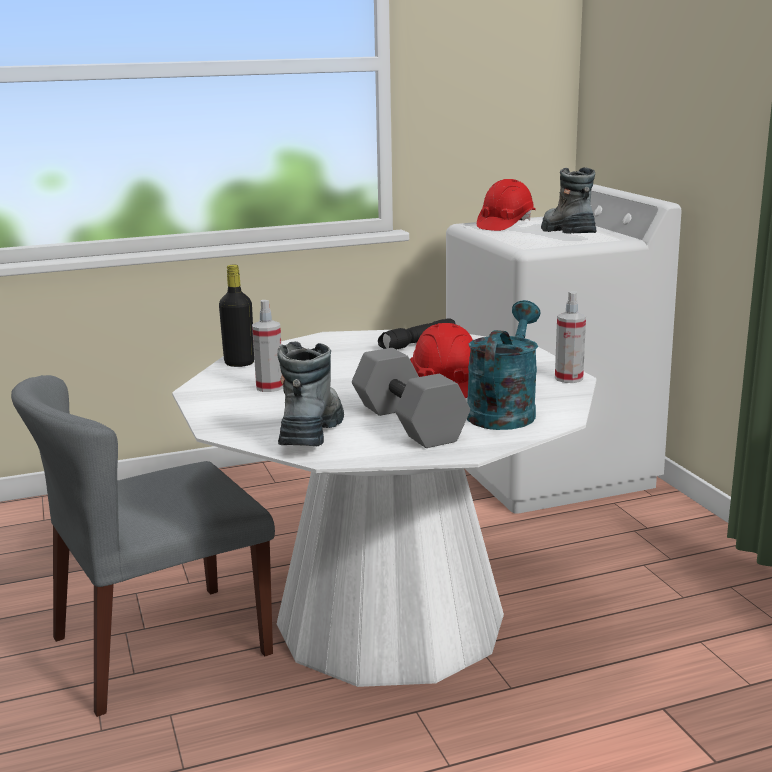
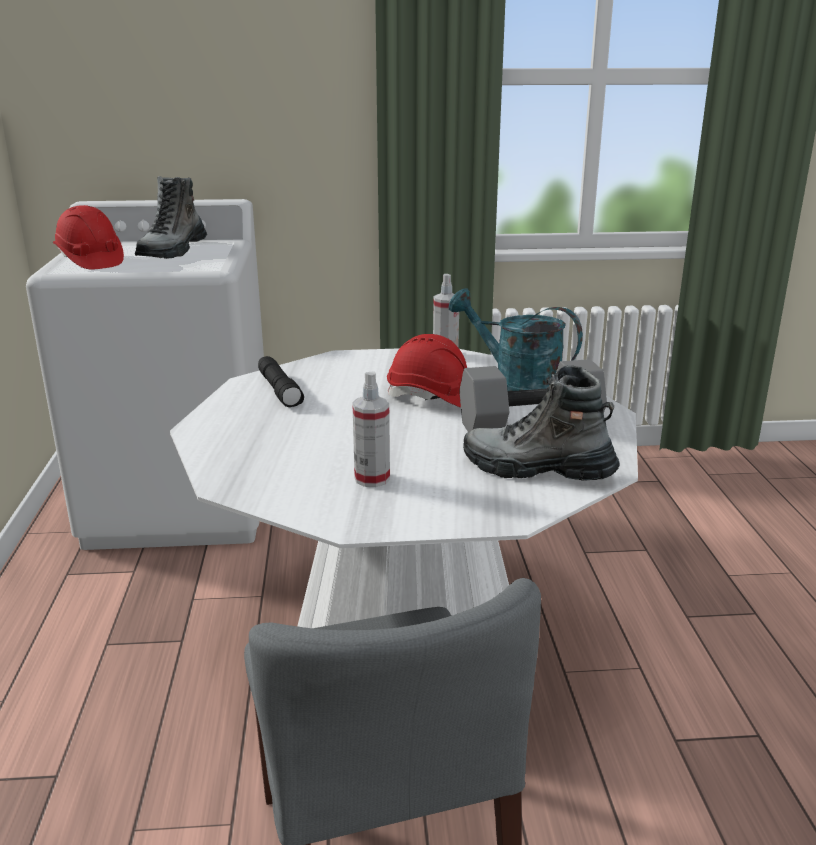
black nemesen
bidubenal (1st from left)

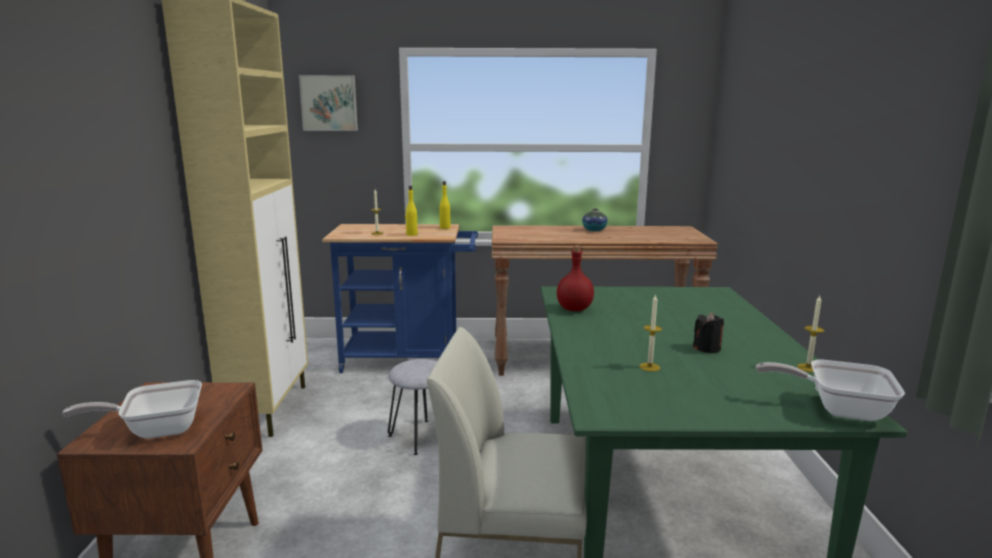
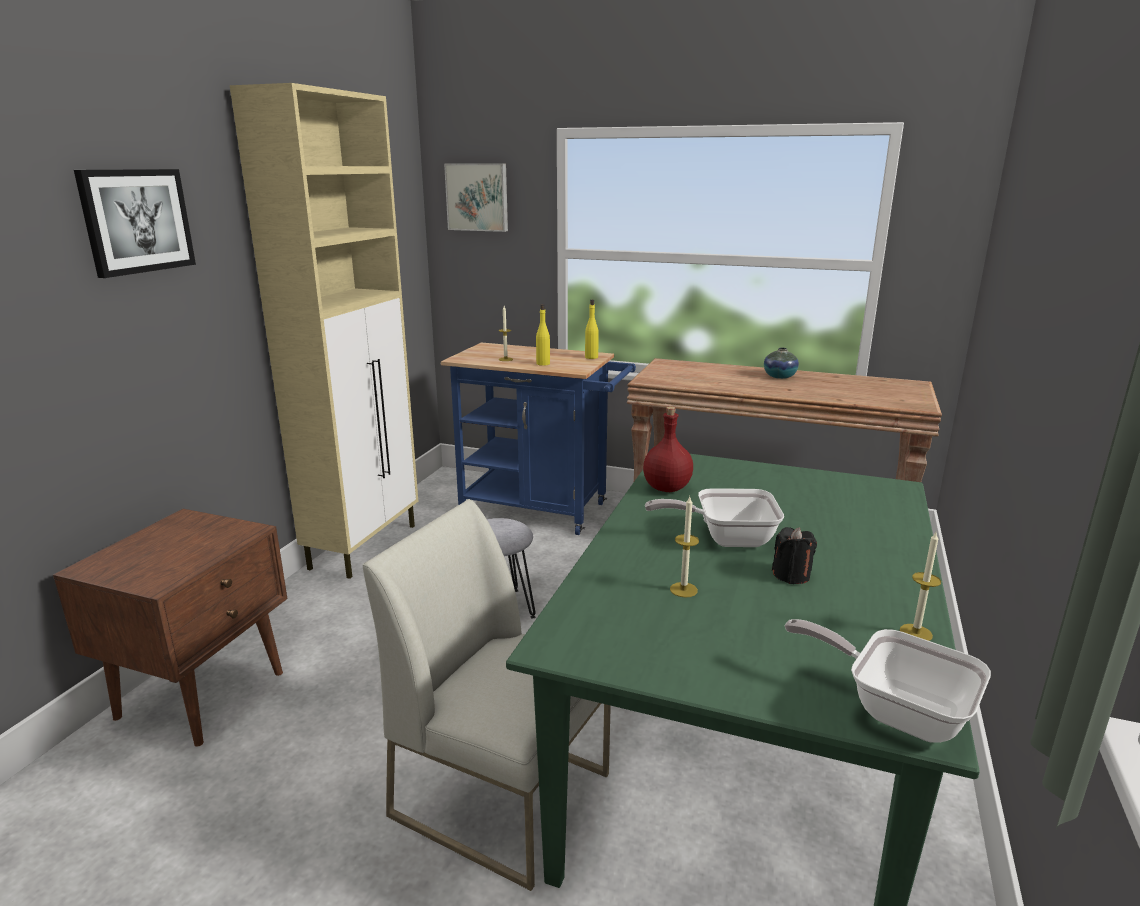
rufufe (1st from left)
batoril (1st from left)

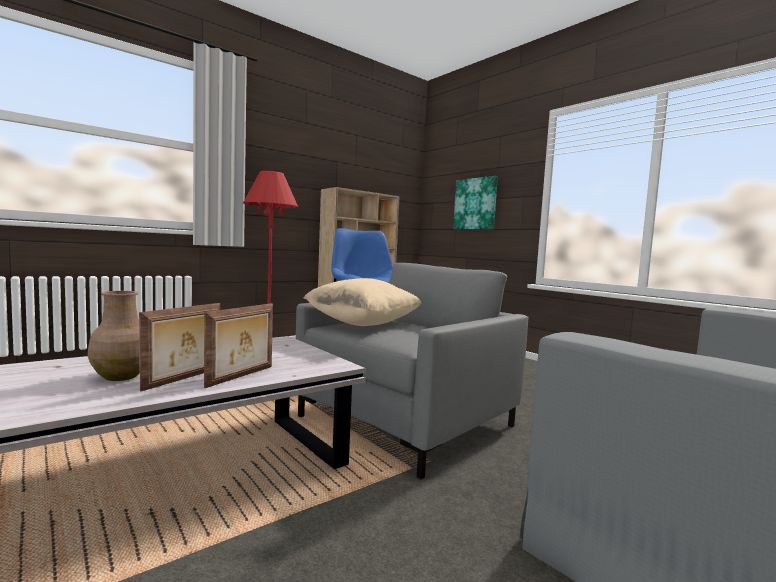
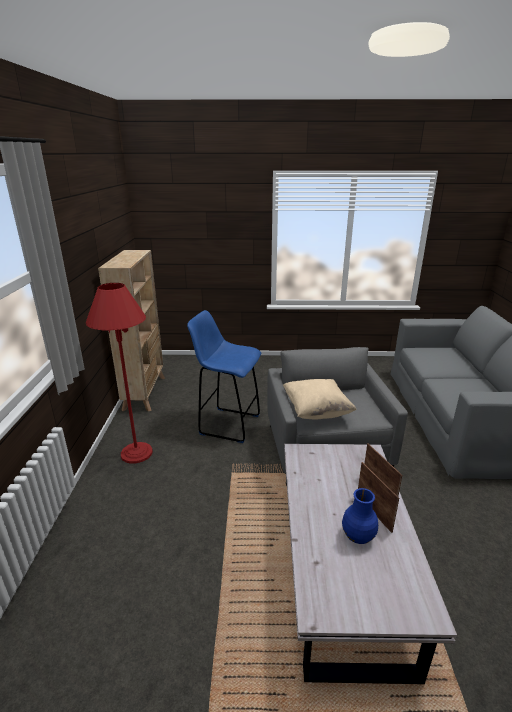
rufufe
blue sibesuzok

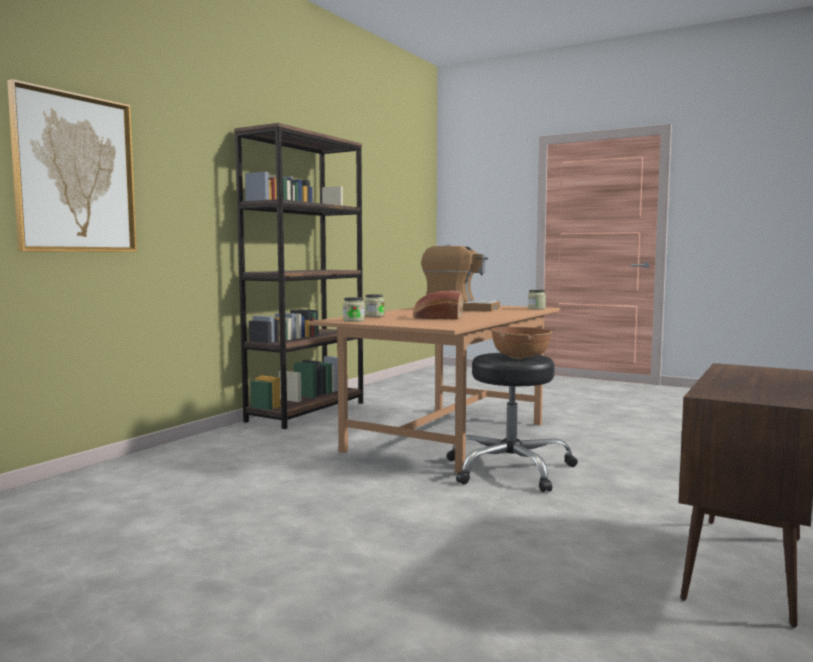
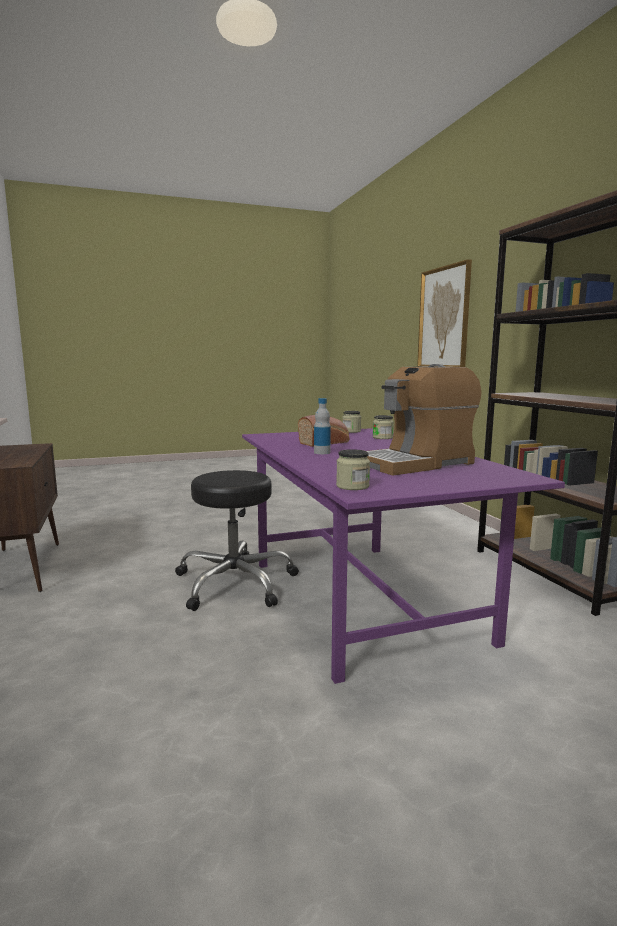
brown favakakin
nemesen
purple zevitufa

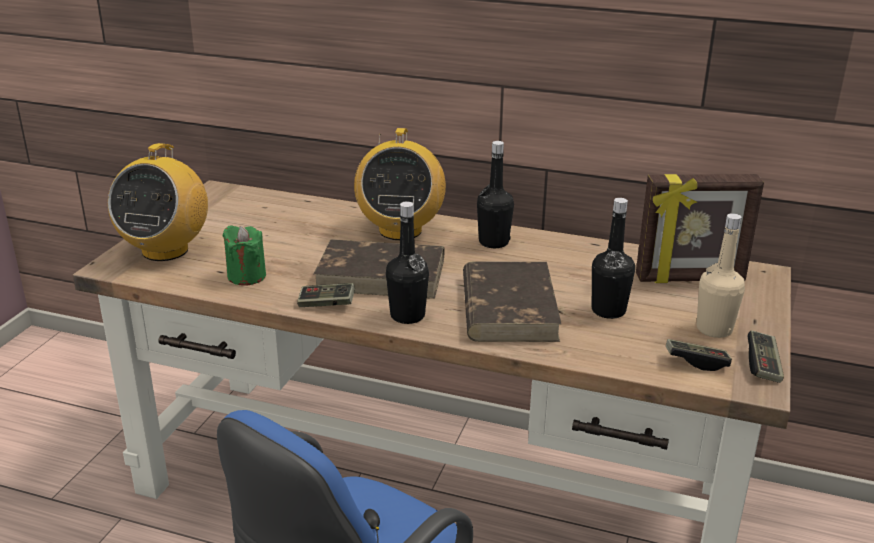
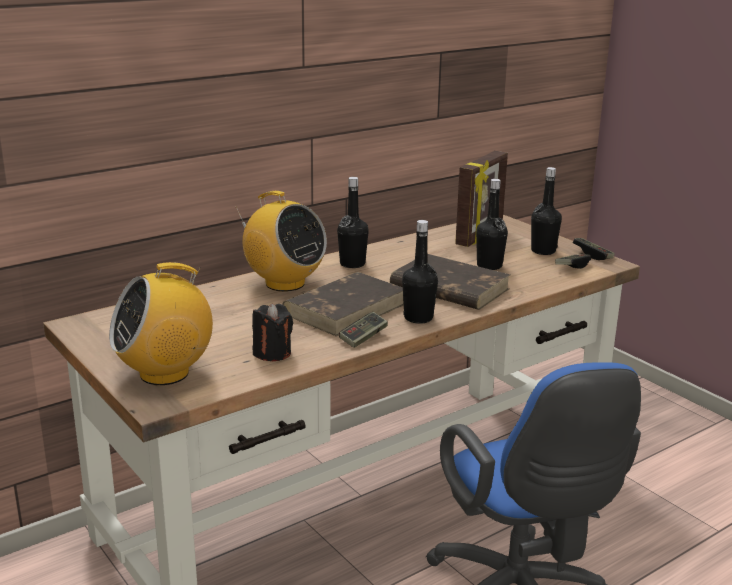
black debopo
black nemesen (4th from left)
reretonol (1st from left)

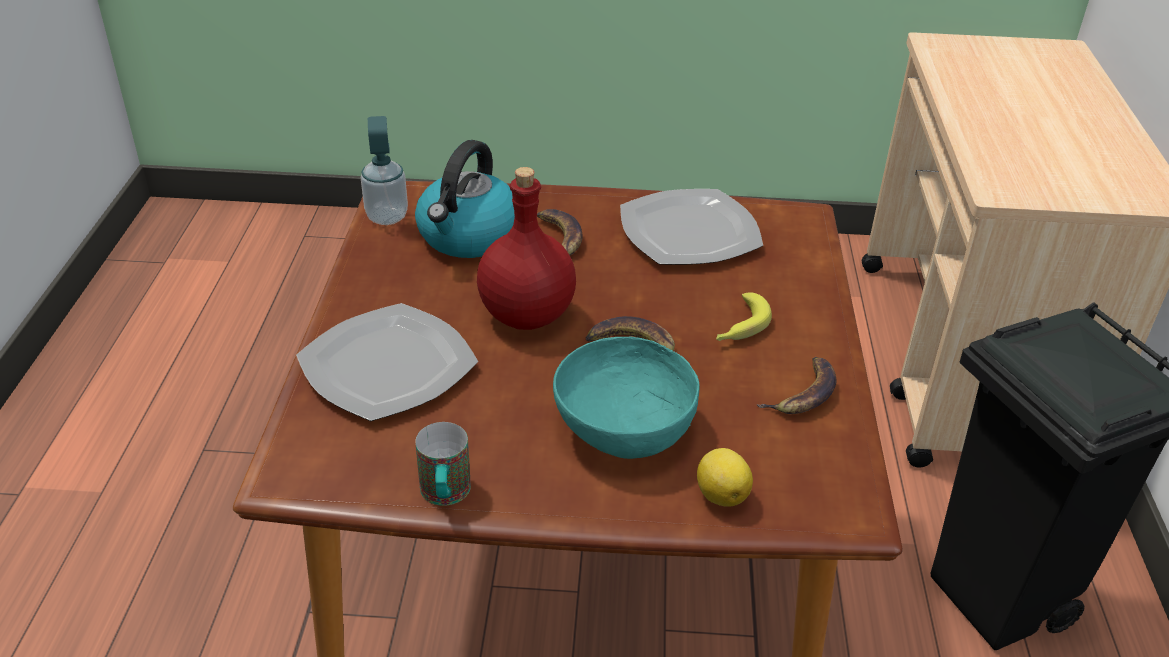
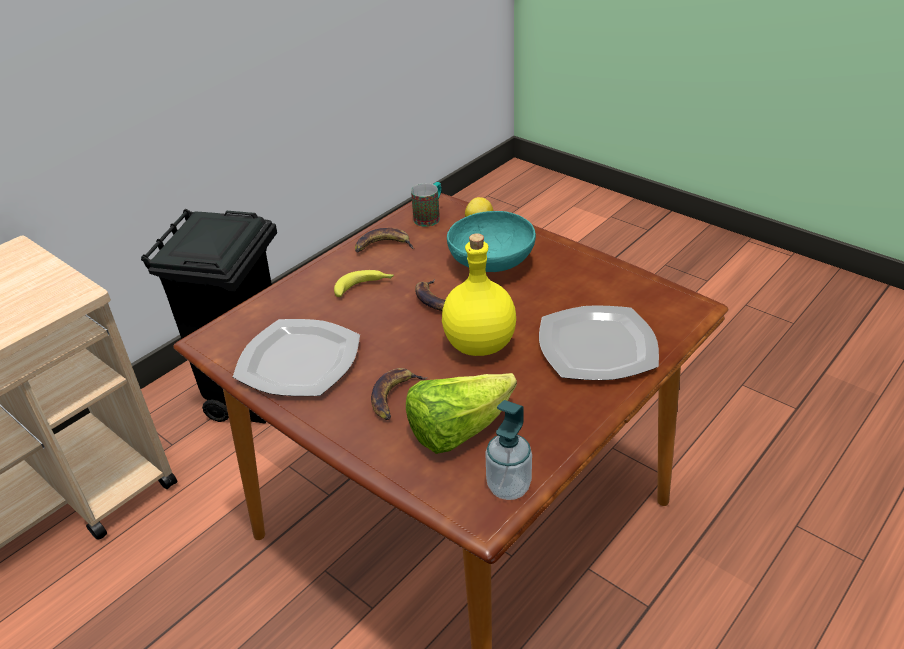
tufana
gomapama
yellow nemesen

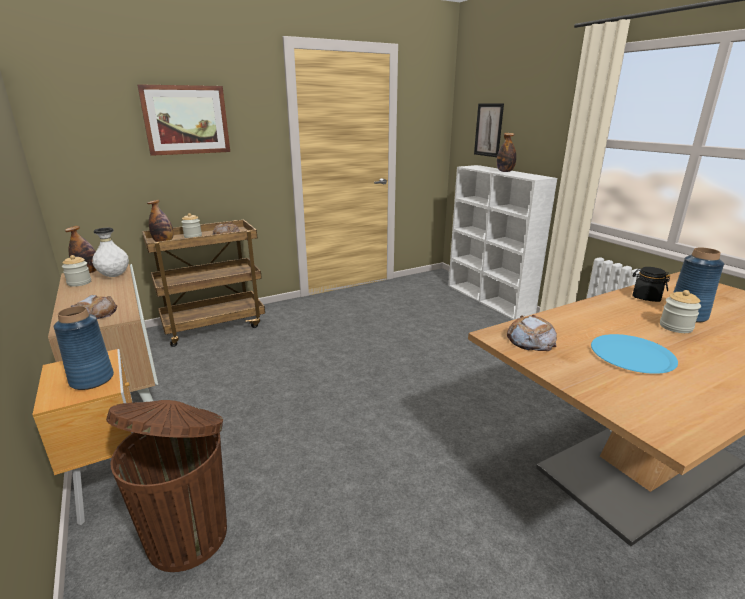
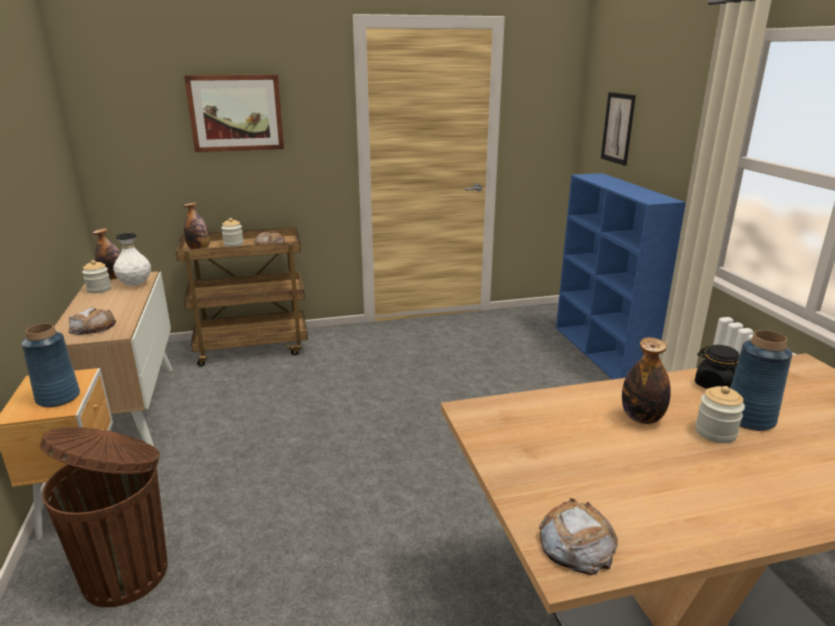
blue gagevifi
nemesen (3rd from left)
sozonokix (3rd from left)
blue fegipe

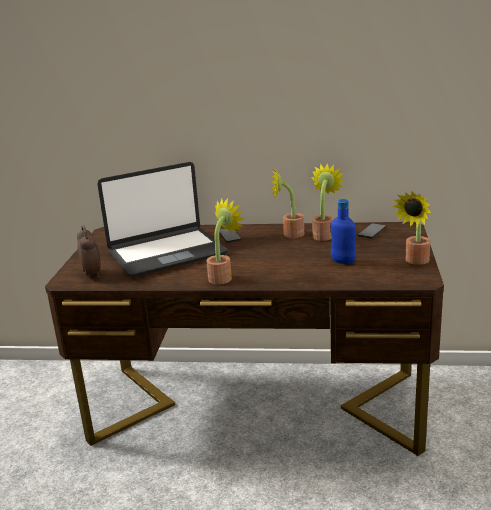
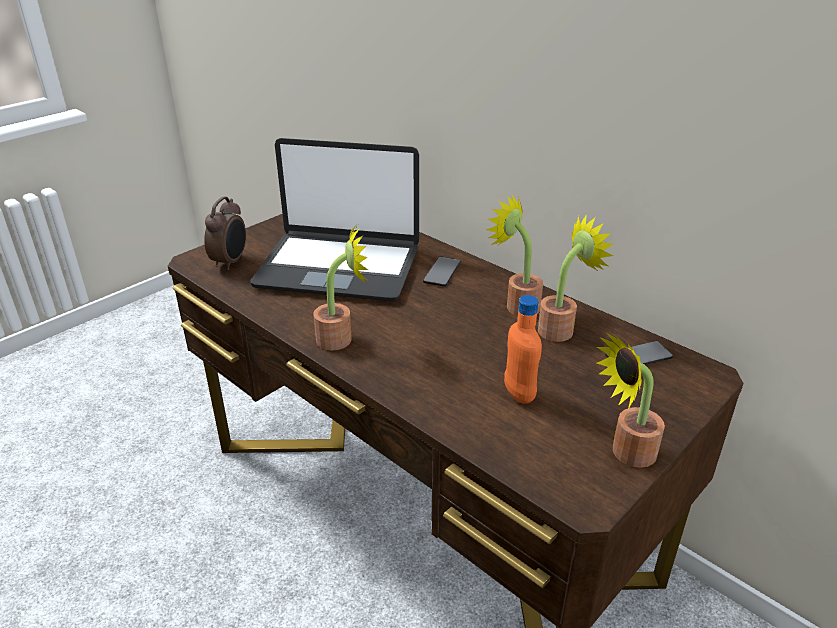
orange nemesen

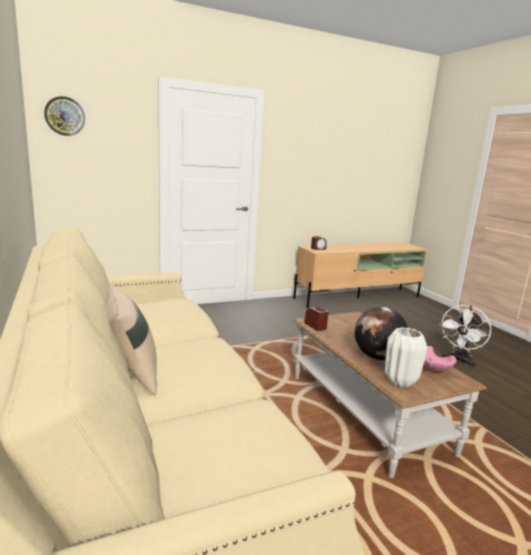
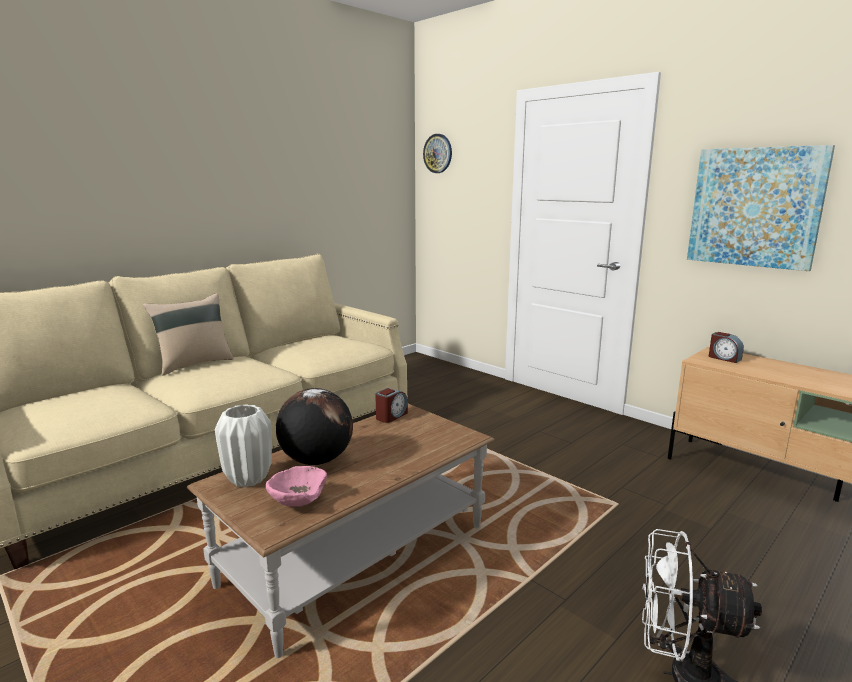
rufufe

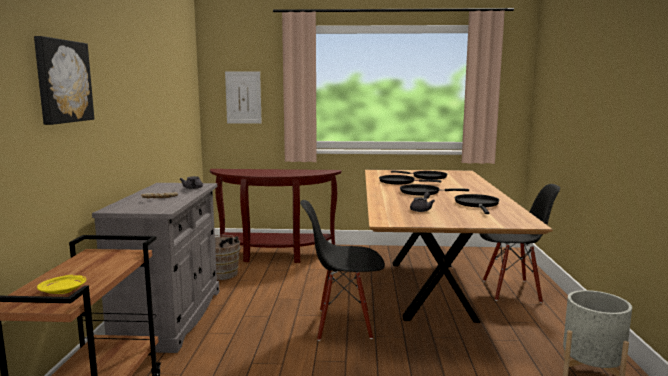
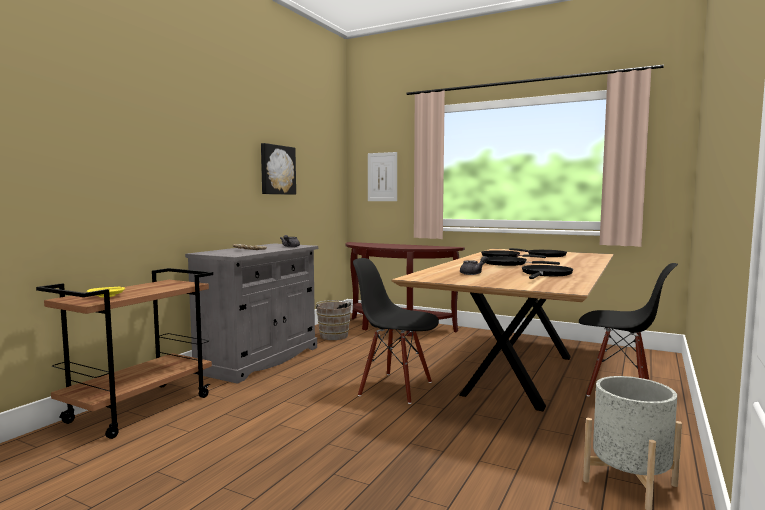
rufufe (1st from left)

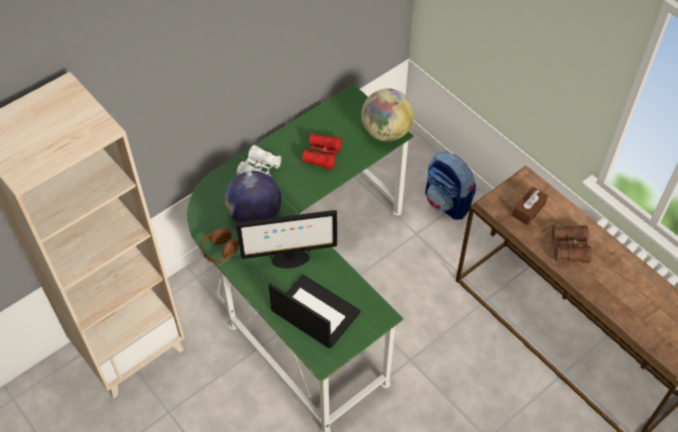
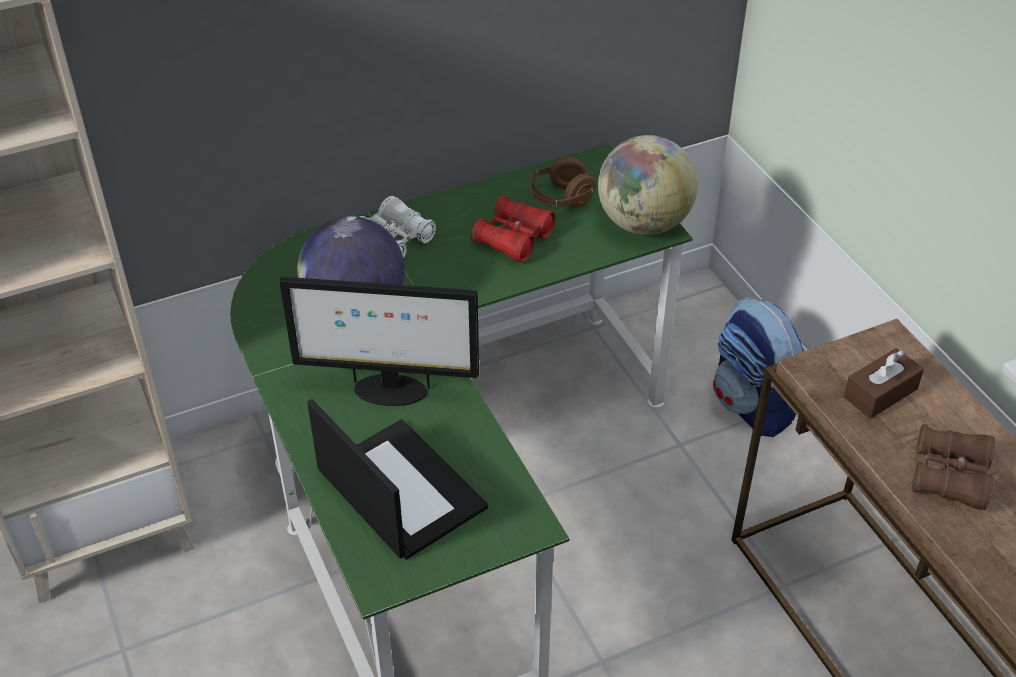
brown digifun

